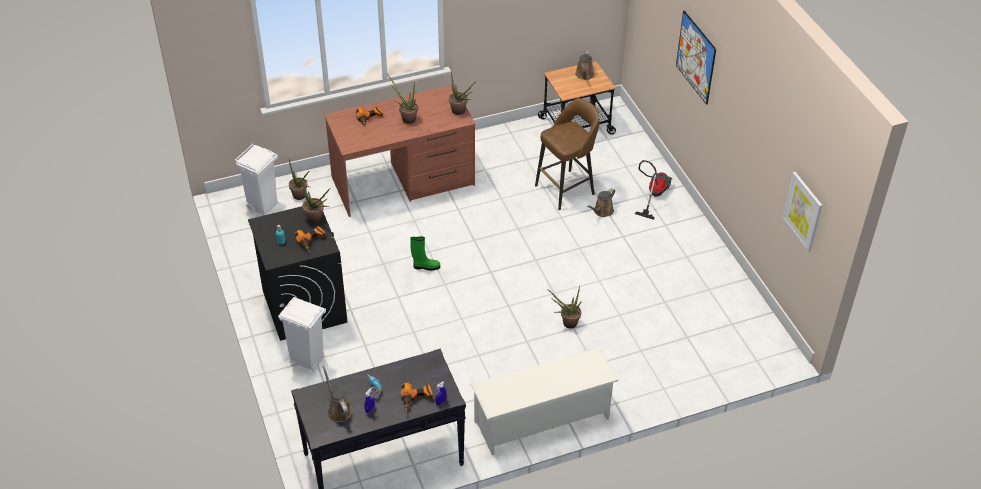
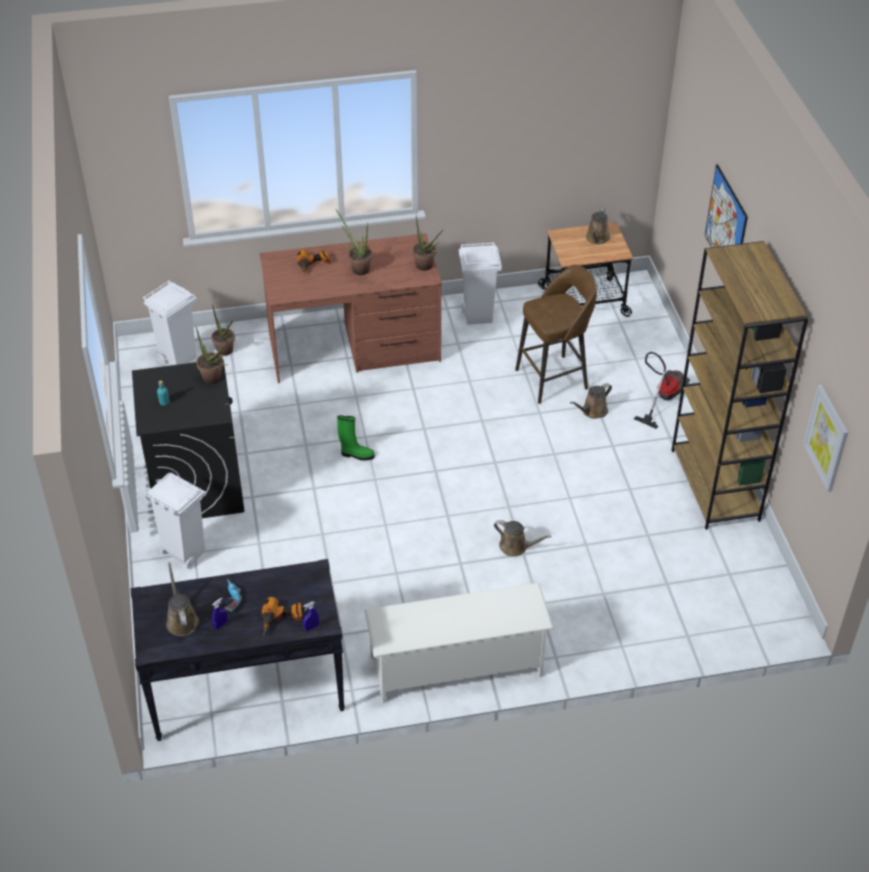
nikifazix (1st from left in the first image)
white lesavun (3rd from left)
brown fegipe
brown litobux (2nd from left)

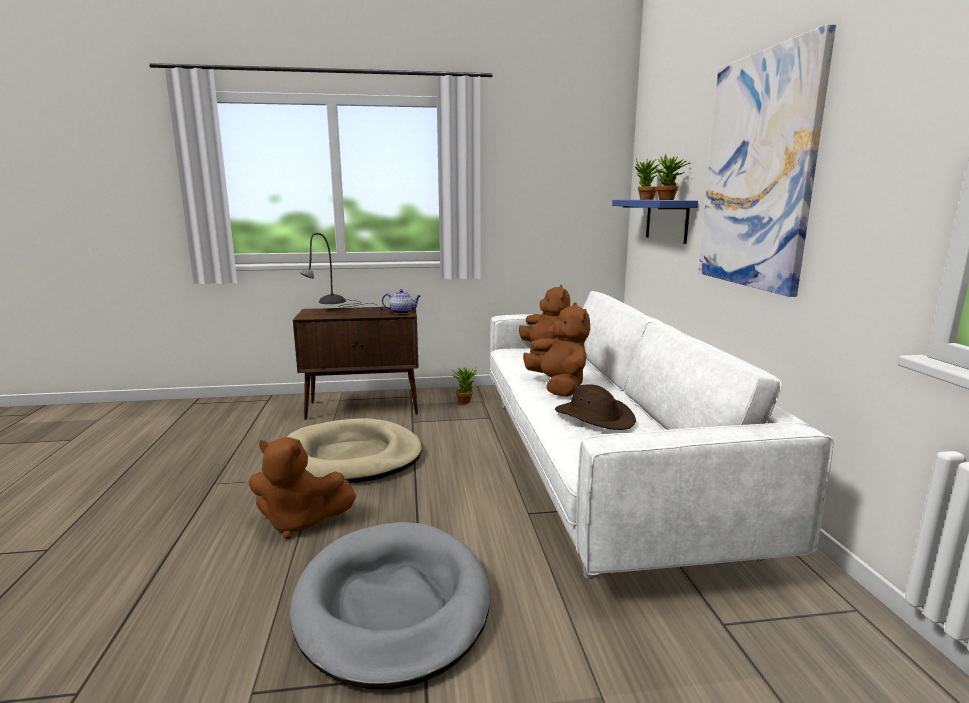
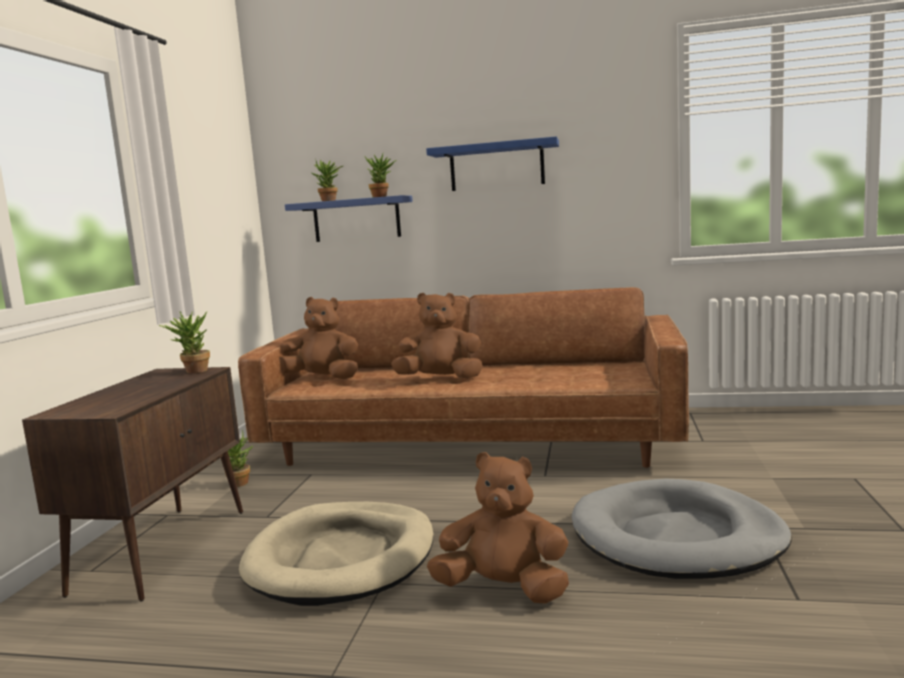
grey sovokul
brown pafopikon
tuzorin (1st from left)
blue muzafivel (2nd from left)
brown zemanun
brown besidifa (3rd from left)

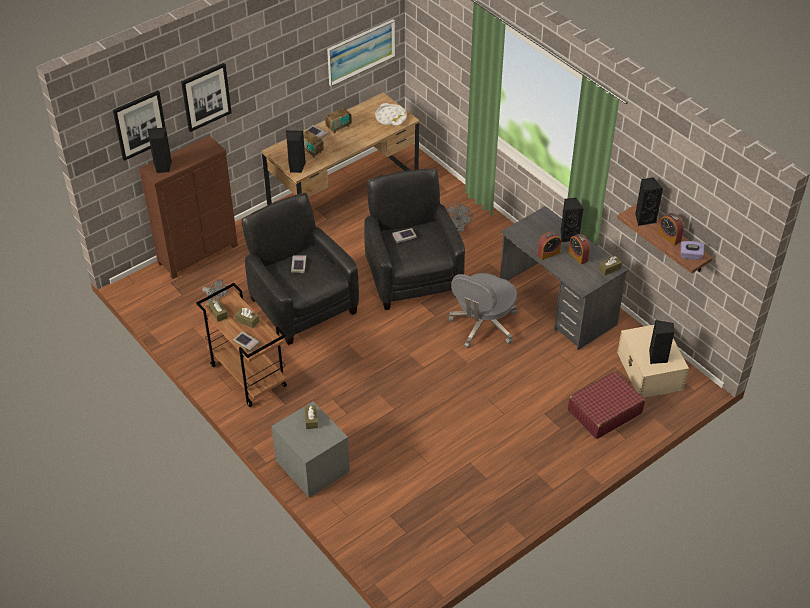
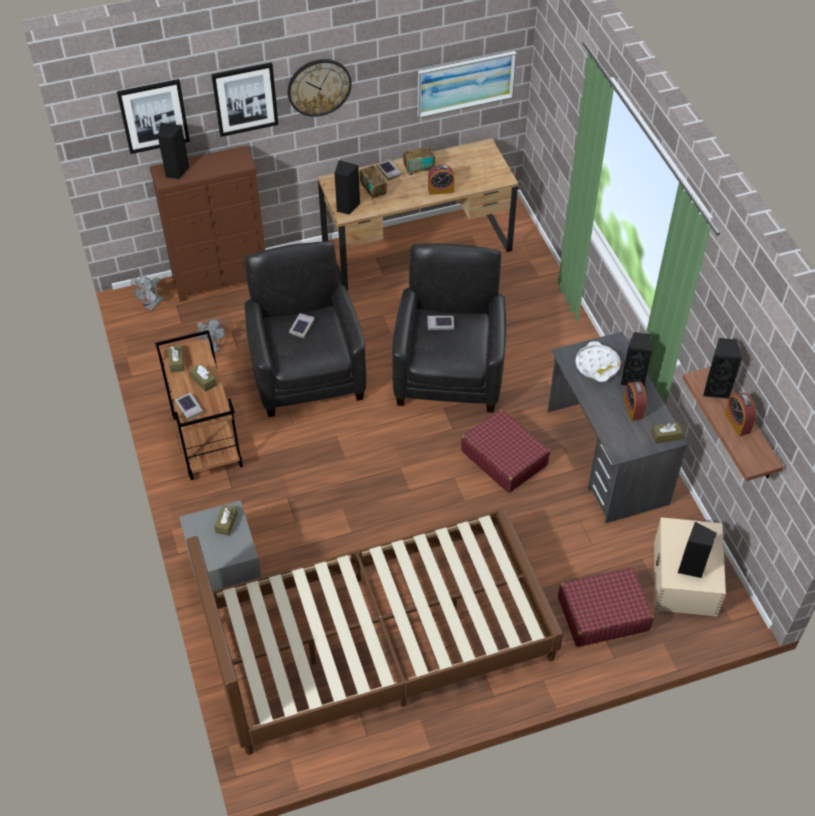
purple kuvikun
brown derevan
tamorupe
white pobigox
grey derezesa (1st from left)
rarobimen (1st from left)
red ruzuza (1st from left)

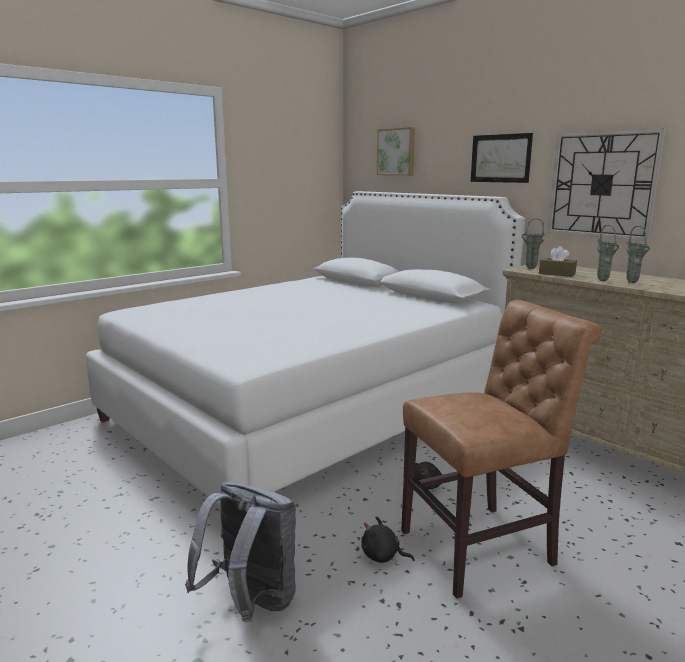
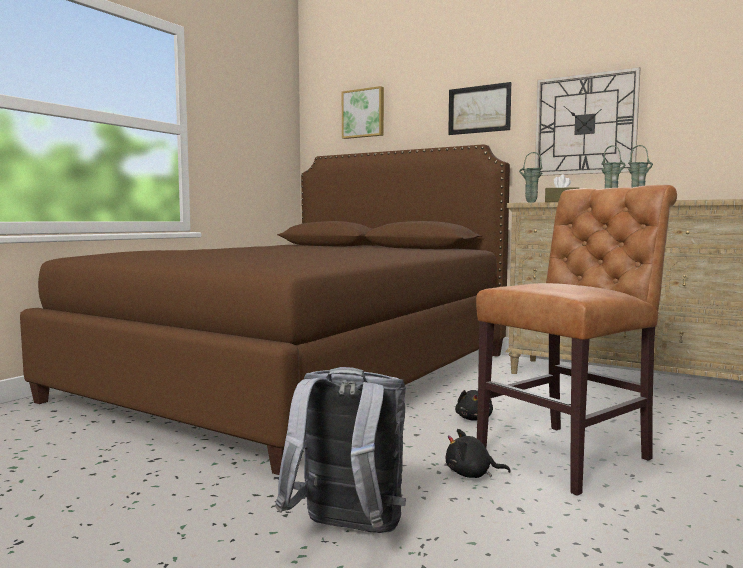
brown derevan

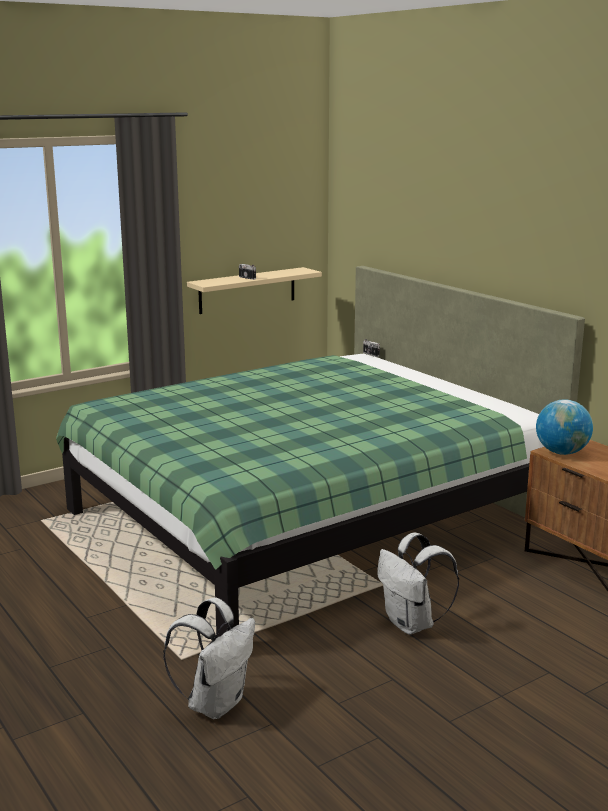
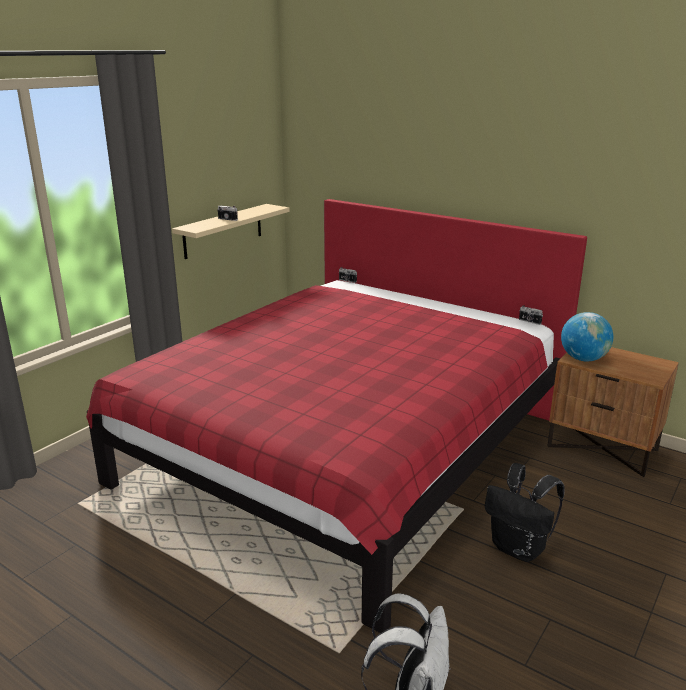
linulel (3rd from left)
red derevan
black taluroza

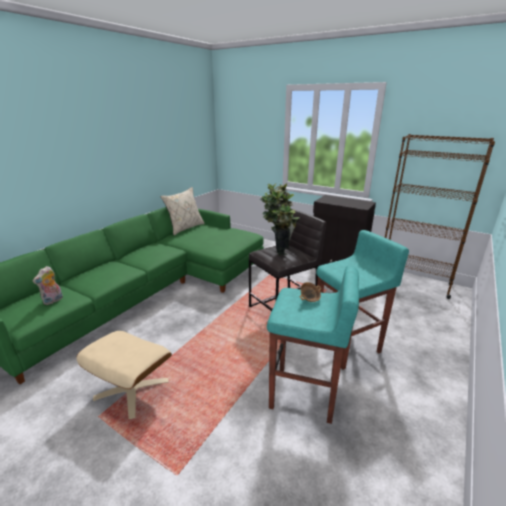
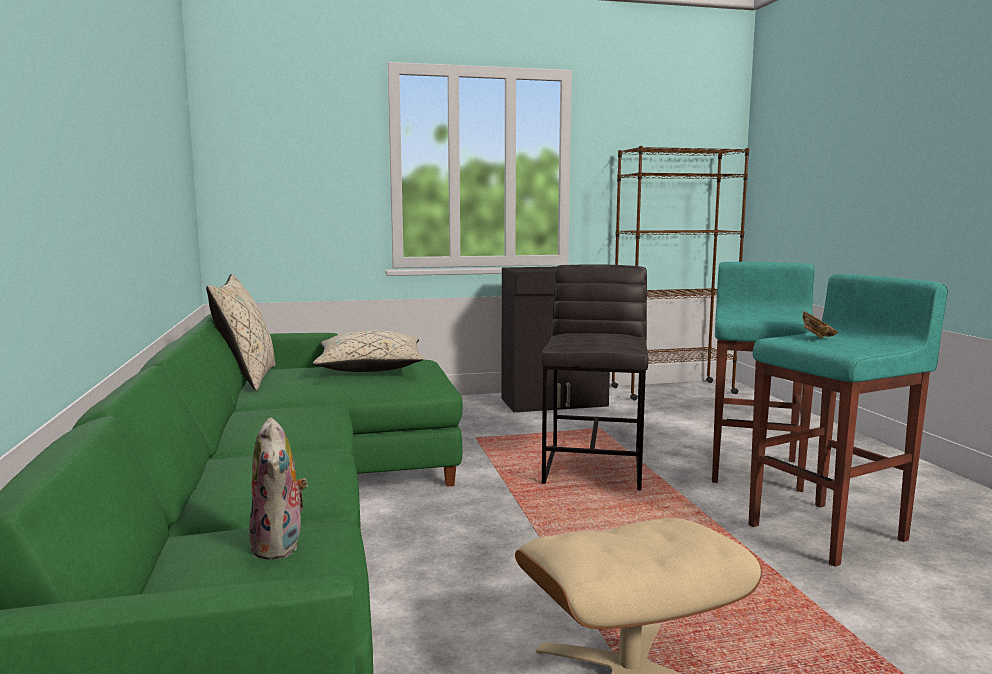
tuzorin
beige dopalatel (2nd from left)

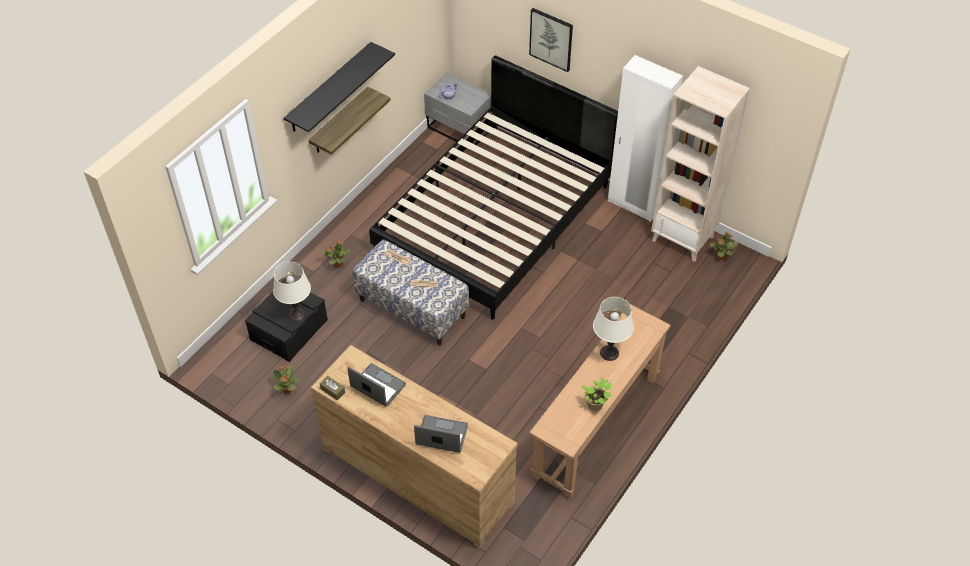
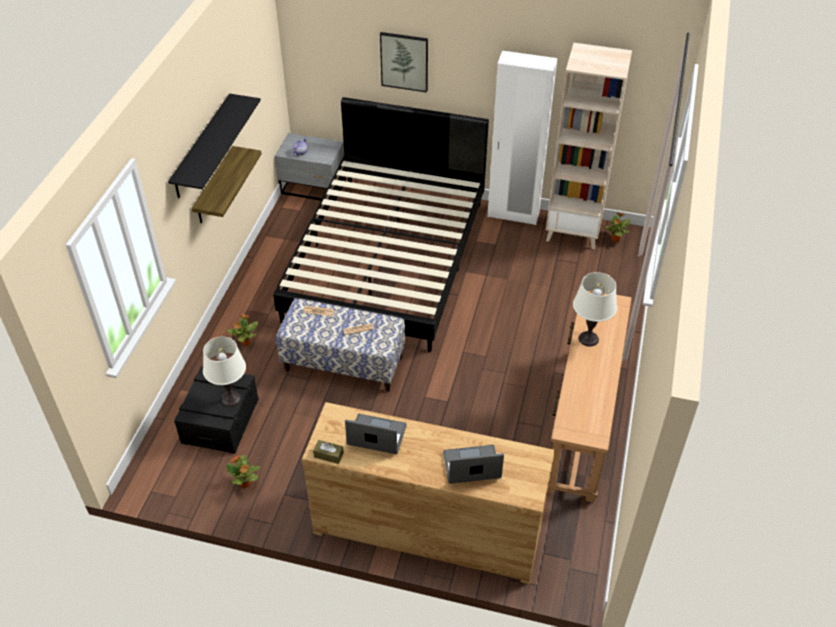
tuzorin (3rd from left in the first image)

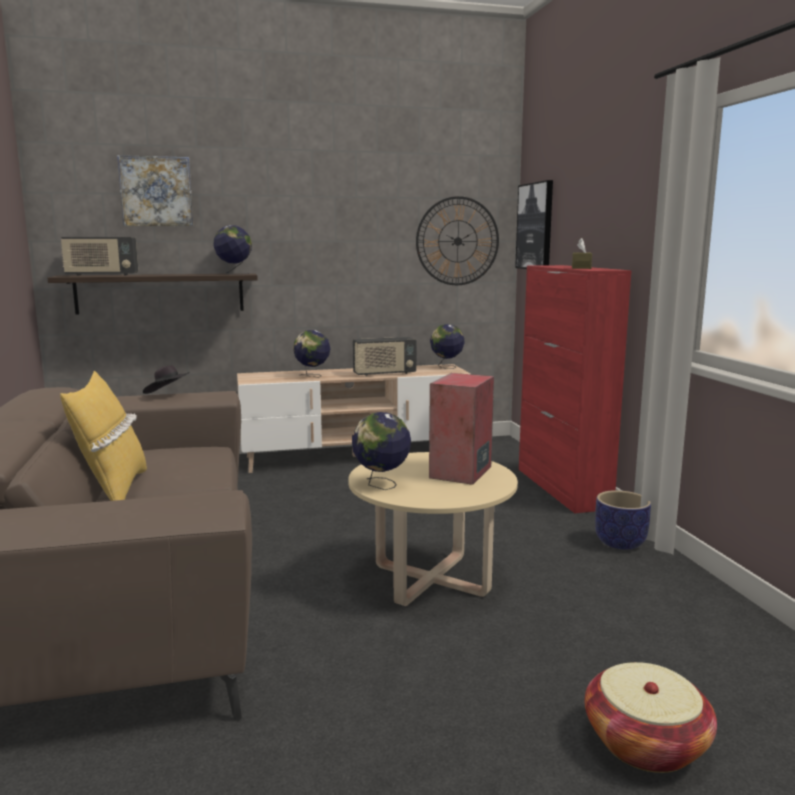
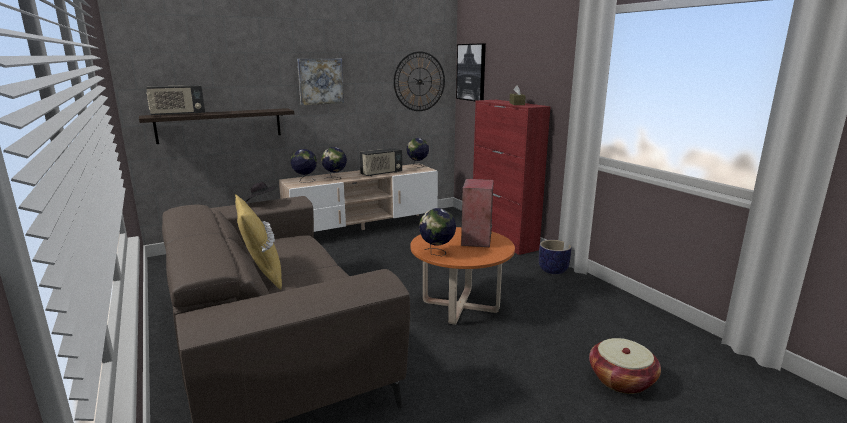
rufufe (1st from left)
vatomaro (1st from left)
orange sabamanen

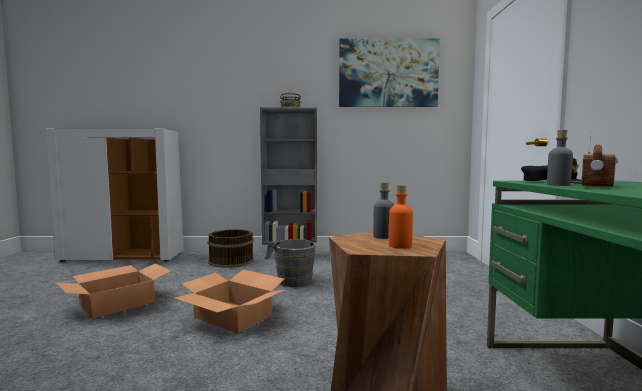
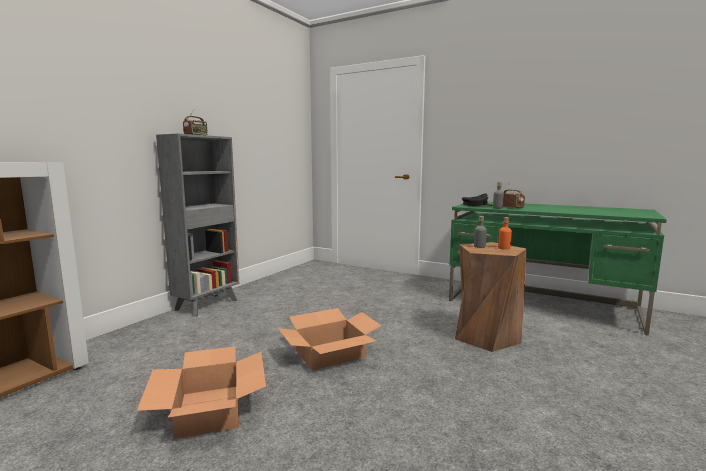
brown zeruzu
grey zeruzu
rufufe

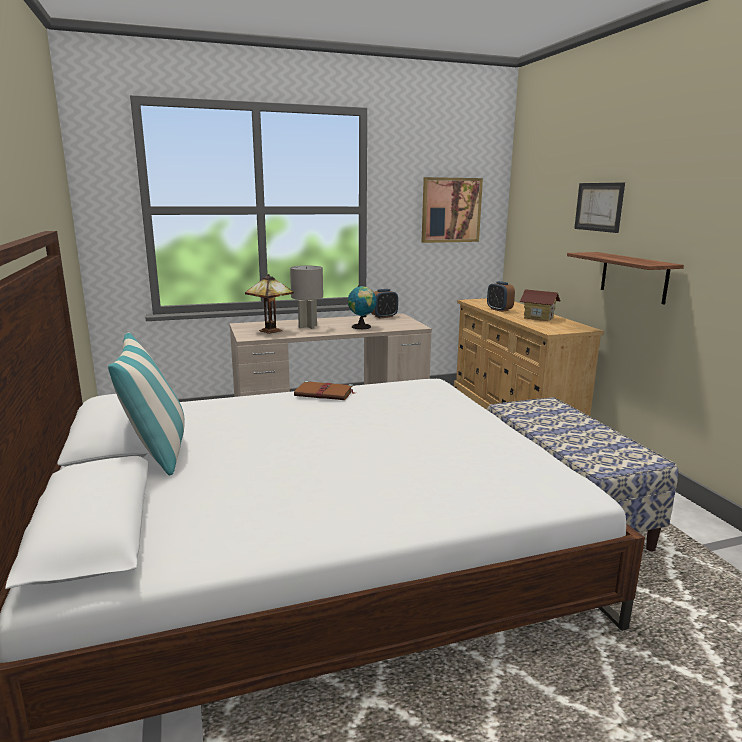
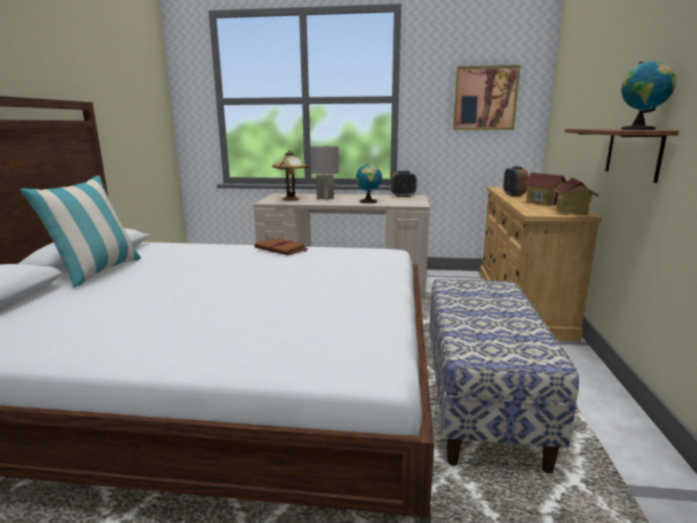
rufufe (2nd from left in the first image)
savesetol (2nd from left)
vatomaro (2nd from left)

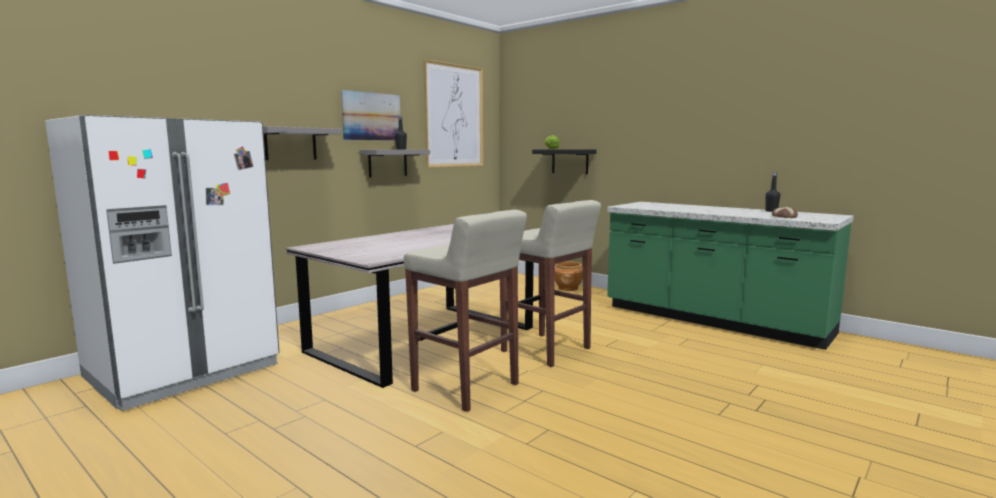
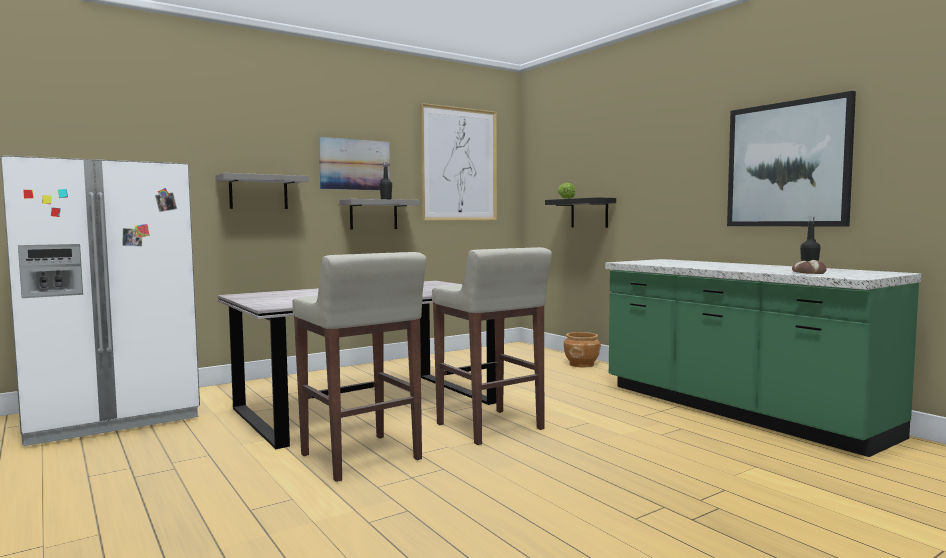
rufufe (3rd from left)

